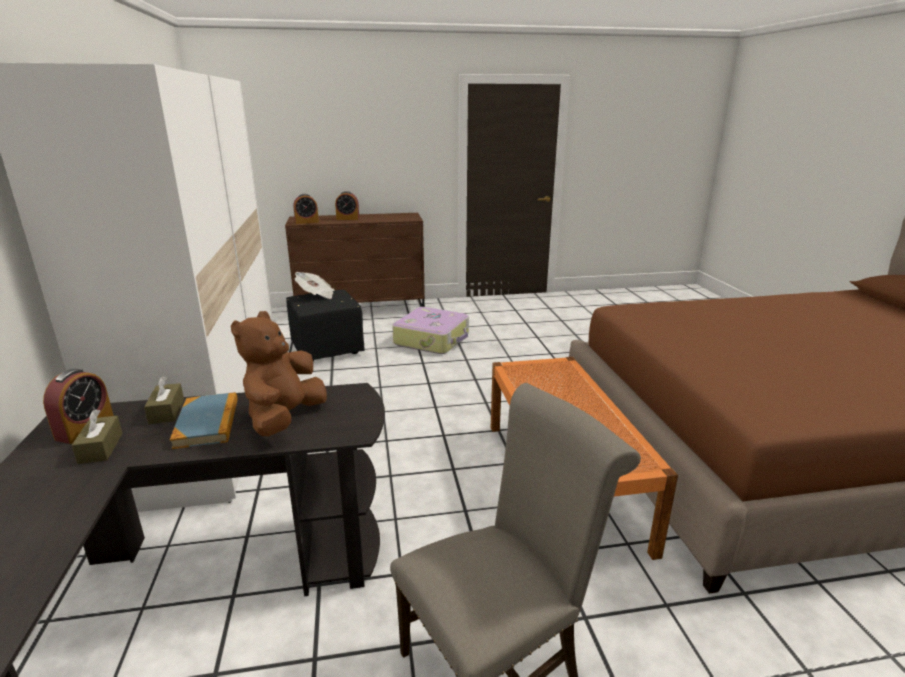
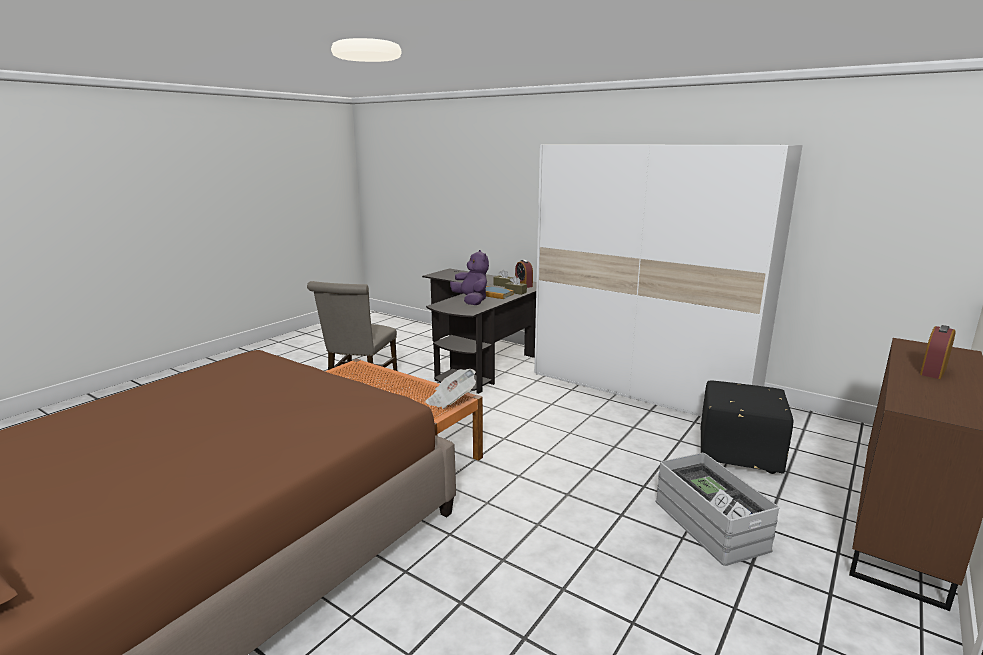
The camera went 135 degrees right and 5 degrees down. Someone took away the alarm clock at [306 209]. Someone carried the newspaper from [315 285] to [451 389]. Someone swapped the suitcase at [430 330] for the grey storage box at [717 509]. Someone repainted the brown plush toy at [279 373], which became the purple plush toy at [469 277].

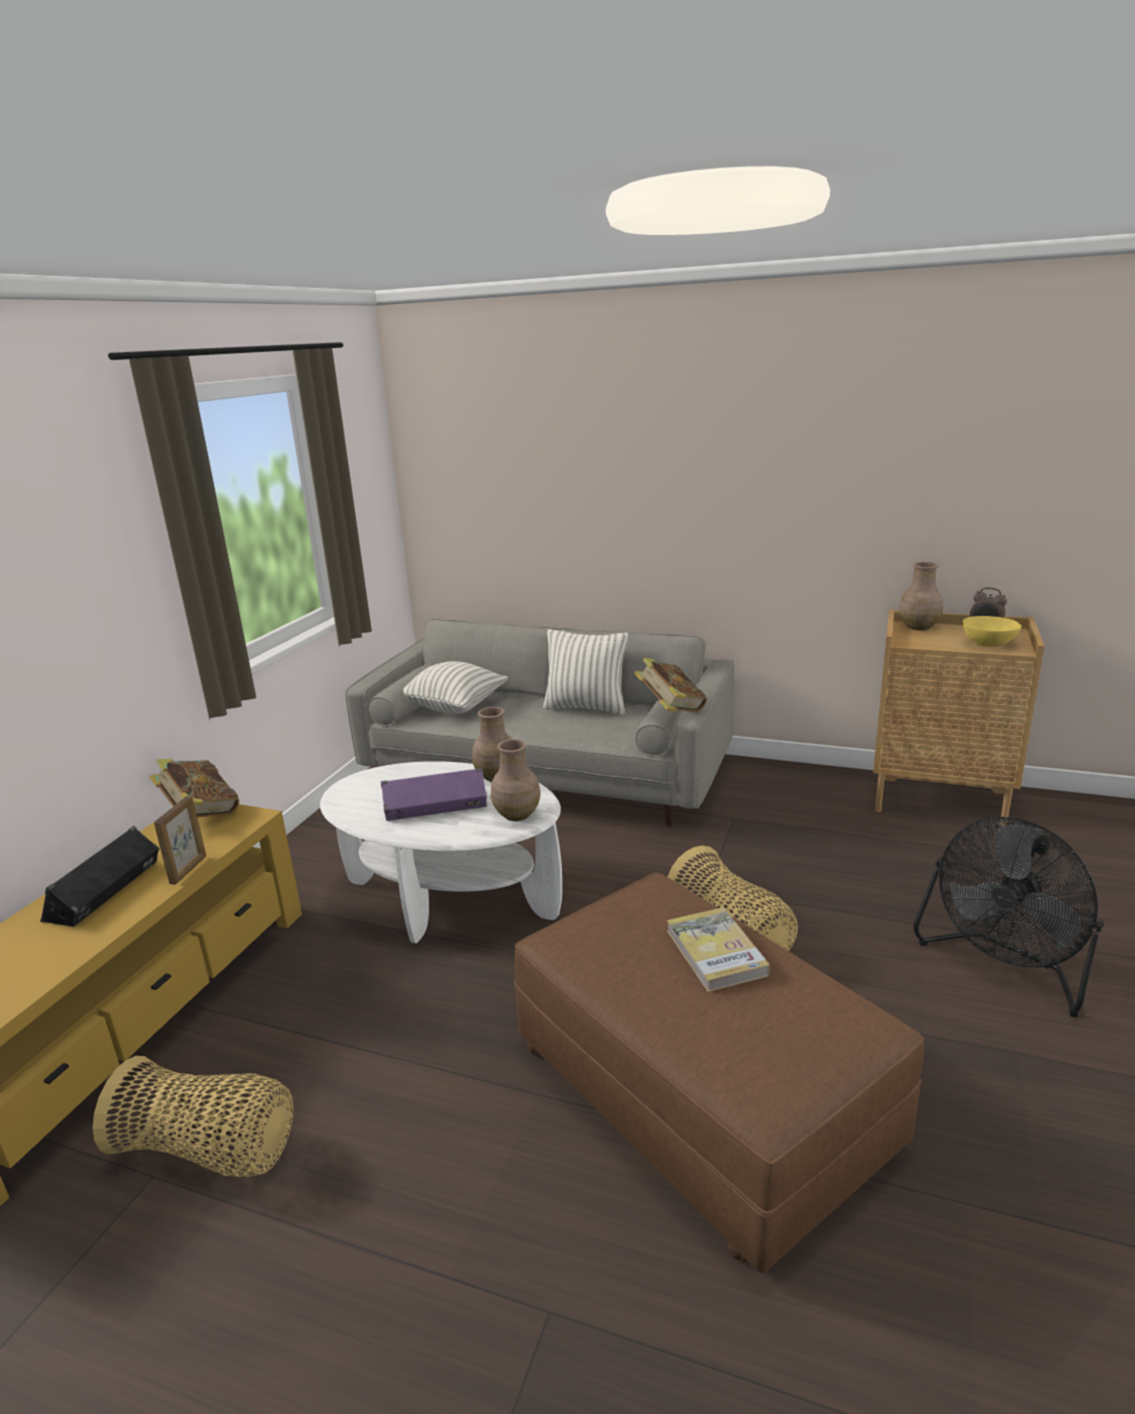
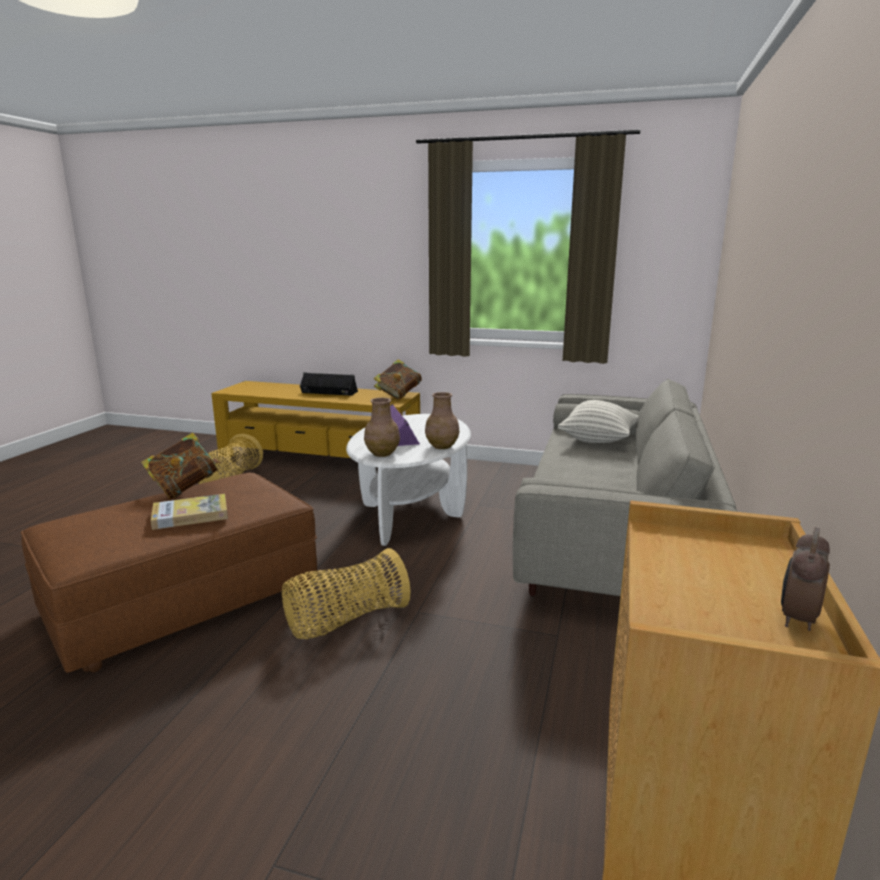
The camera went 85 degrees right and 5 degrees down. Someone took away the brown vase at [921 596]. Someone took away the yellow bowl at [992 631]. Someone took away the pillow at [585 672]. Someone carried the book from [670 684] to [181 466]. Someone took away the picture frame at [180 840]. Someone took away the black fan at [1008 917].

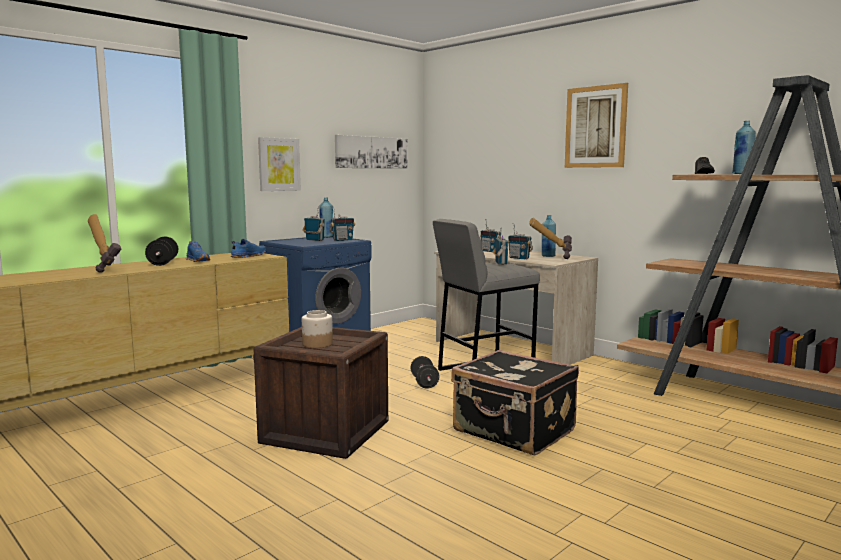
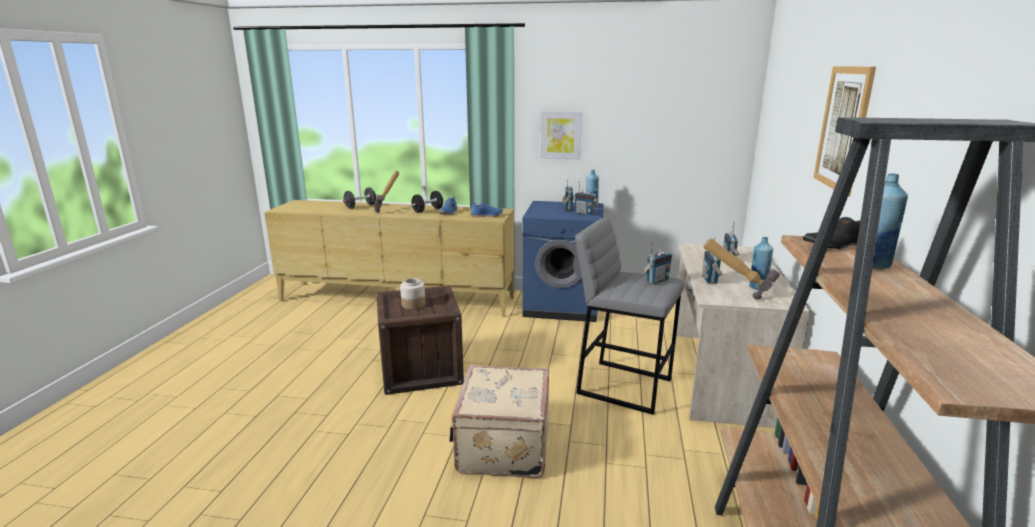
The camera went 55 degrees right and 10 degrees up. Someone took away the picture at [371 152]. Someone repainted the black suitcase at [515 402], which became the beige suitcase at [499 421]. Someone carried the black dumbbell from [425 372] to [359 198].

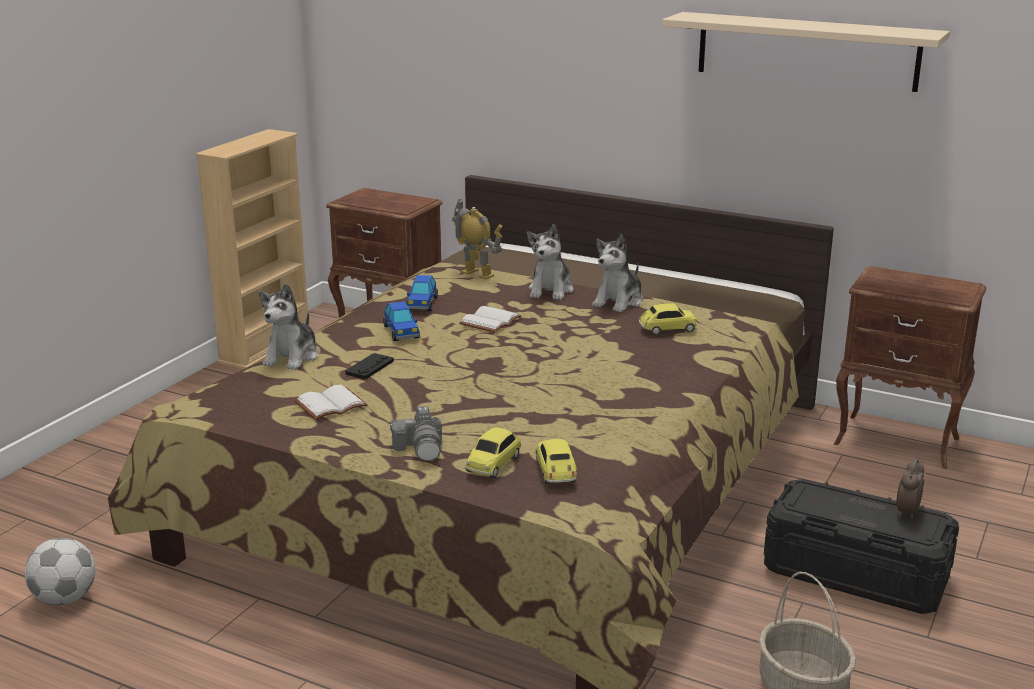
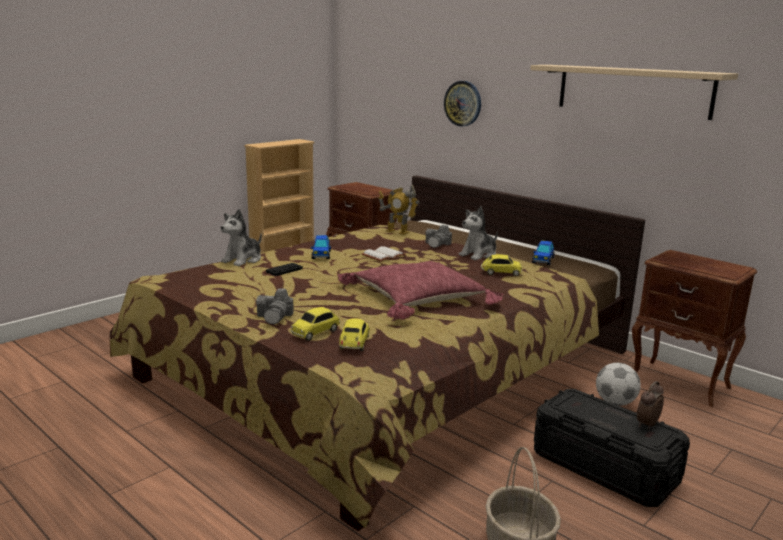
The camera went 15 degrees right and 5 degrees down. Someone rotated the toy robot at [477 239] by 150 degrees clockwise. Someone swapped the plush toy at [550 262] for the photo camera at [438 236]. Someone carried the toy car from [422 293] to [543 252]. Someone took away the white book at [331 402]. Someone carried the football from [60 571] to [618 384]. Someone put up the wall clock at [462 104]. Someone put down the red pillow at [421 290].

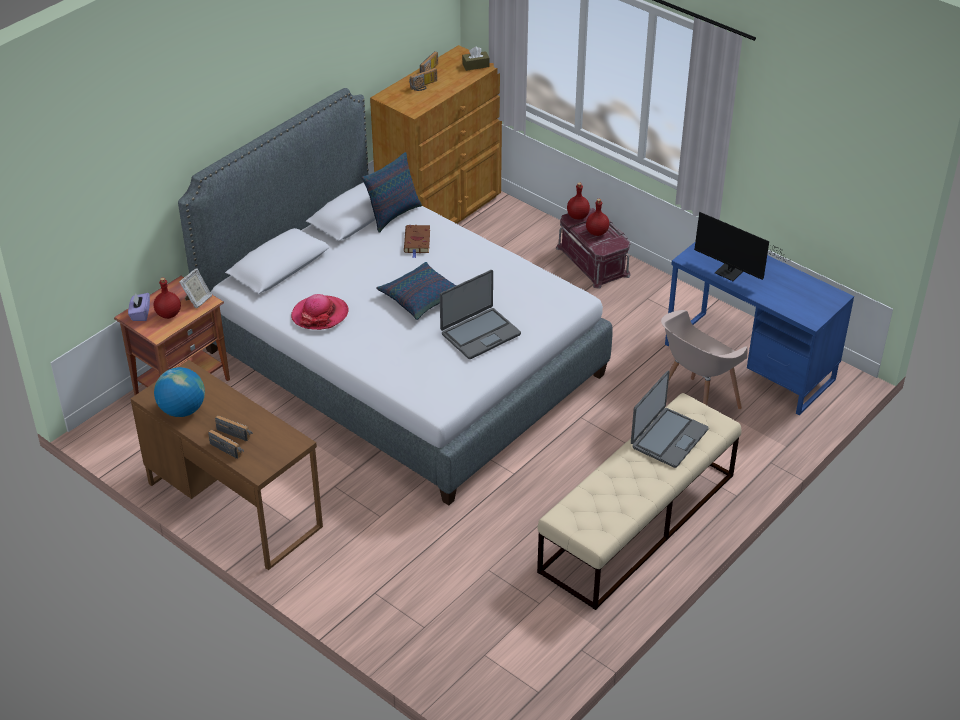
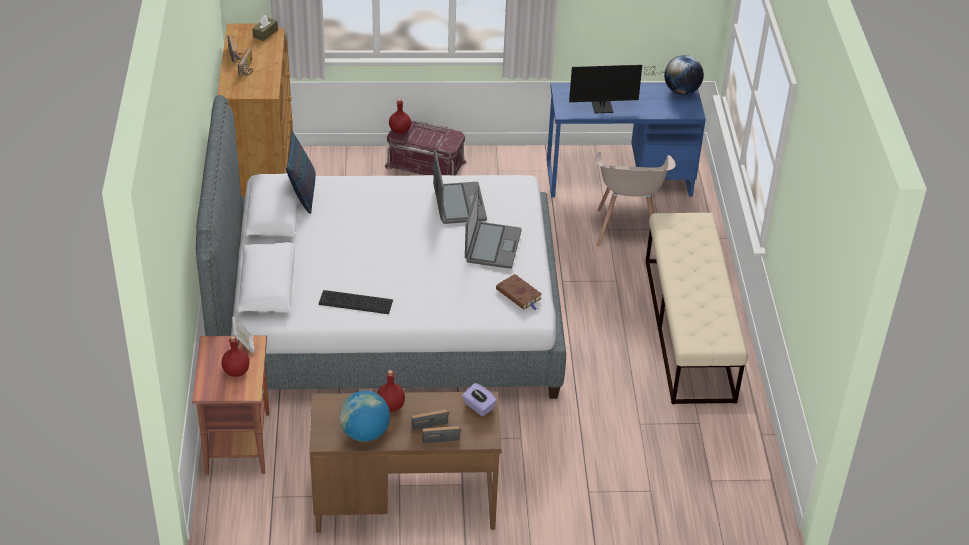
The camera went 45 degrees left and 0 degrees up. Someone carried the red bottle from [597 217] to [391 391]. Someone carried the brown book from [417 241] to [519 292]. Someone took away the blue pillow at [416 291]. Someone carried the purple tissue box from [139 307] to [479 399]. Someone swapped the hat at [320 312] for the keyboard at [356 302]. Someone carried the laptop from [670 419] to [460 187]. Someone put down the globe at [684 75].

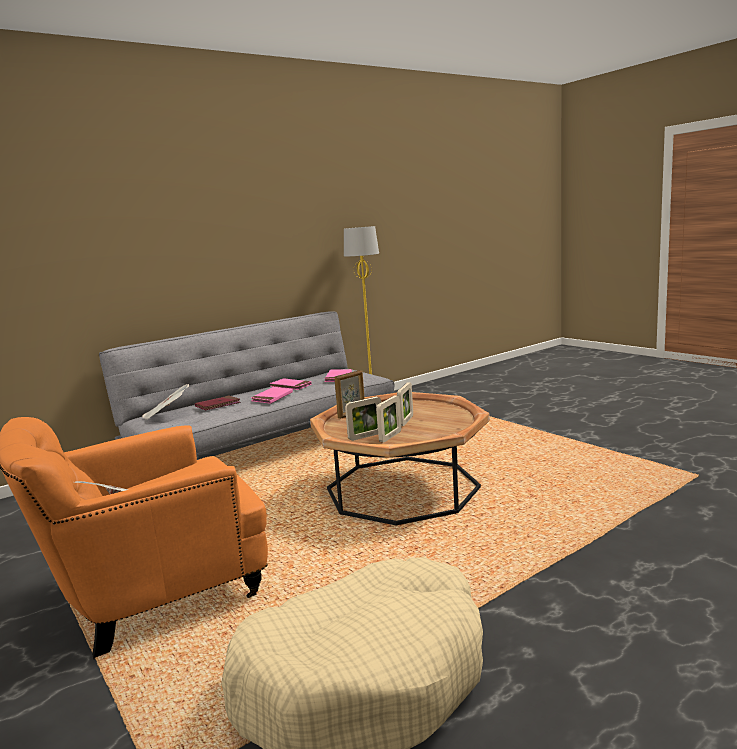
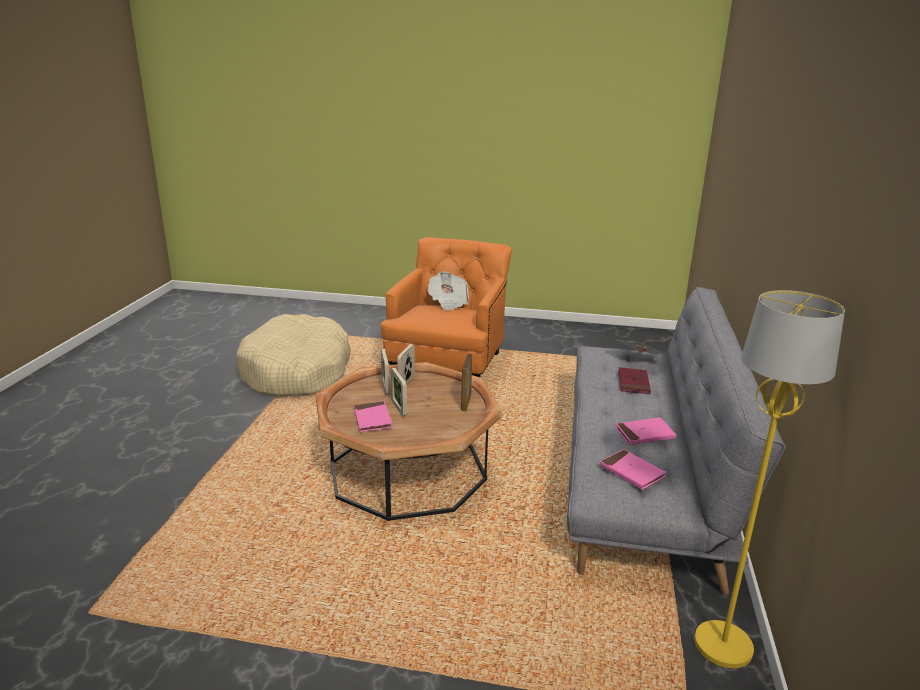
The camera went 135 degrees right and 10 degrees up. Someone carried the pink book from [272 395] to [373 416].

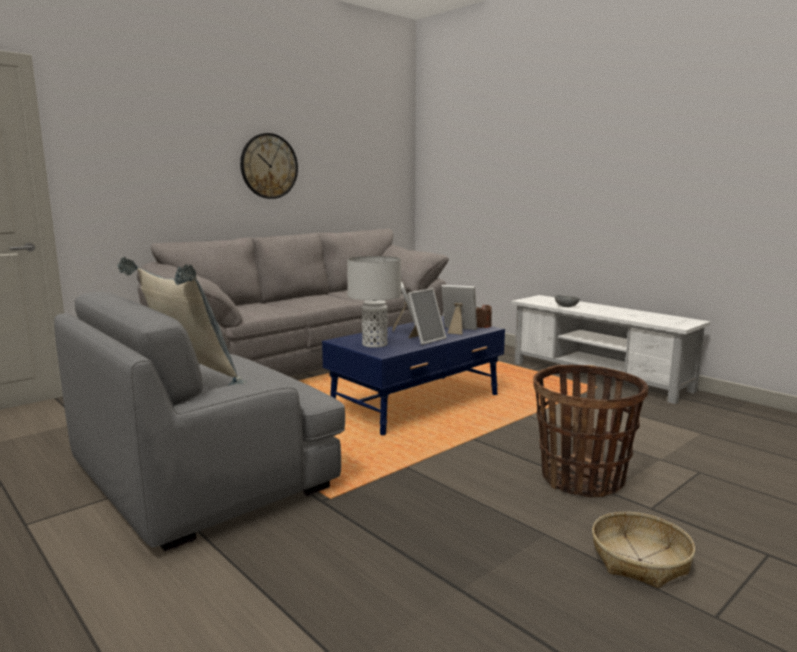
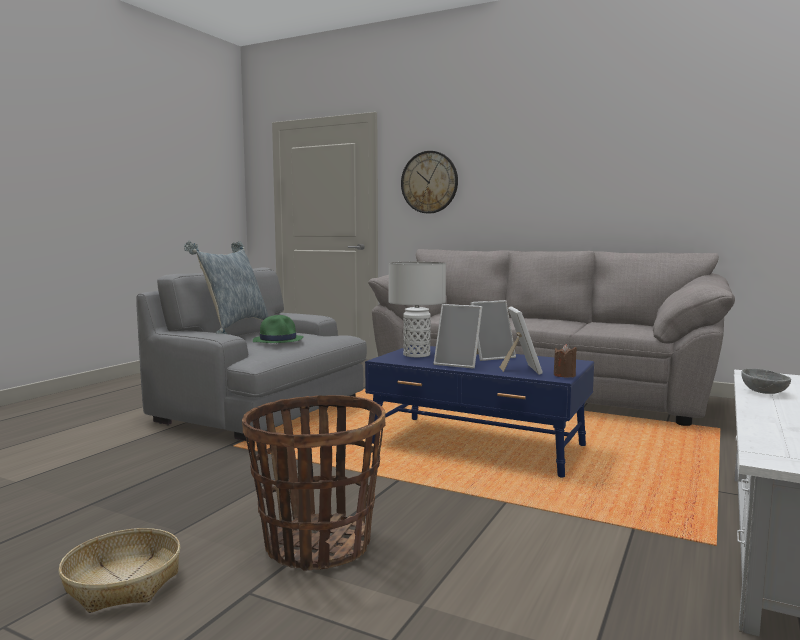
The camera went 70 degrees right and 5 degrees down. Someone carried the wall clock from [269 166] to [429 182]. Someone put down the green hat at [278 329].

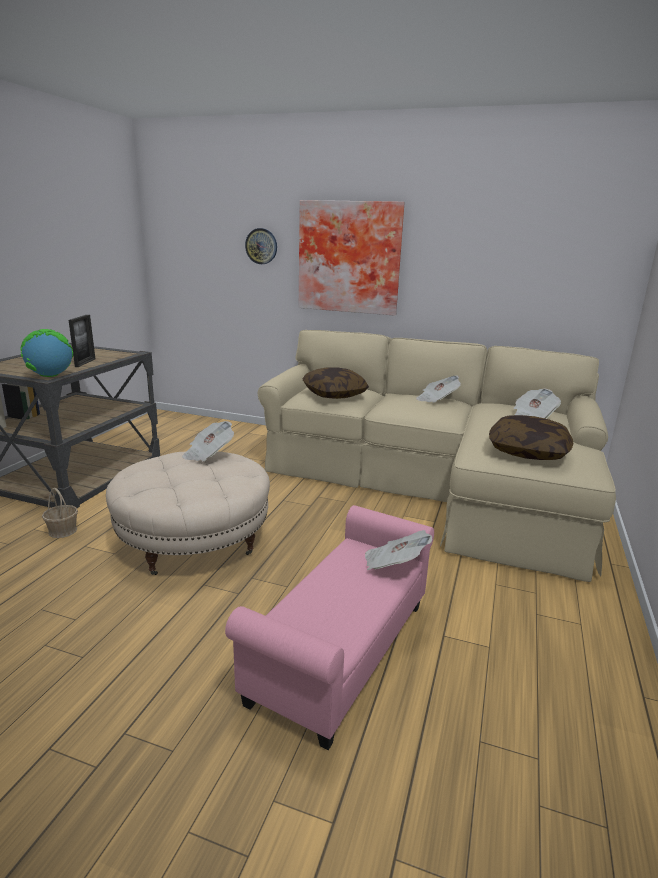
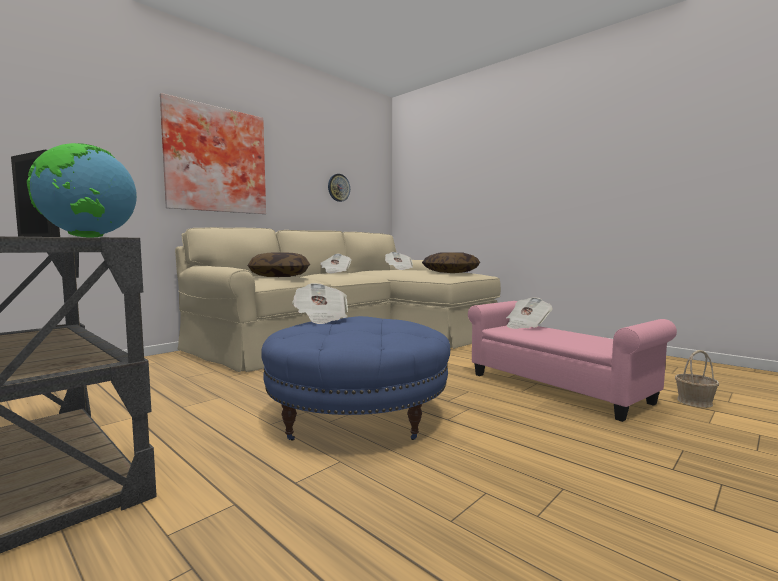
The camera went 65 degrees left and 15 degrees down. Someone carried the wall clock from [261 246] to [339 188]. Someone repainted the beige ottoman at [188 513], which became the blue ottoman at [355 378]. Someone carried the basket from [60 513] to [697 379].

